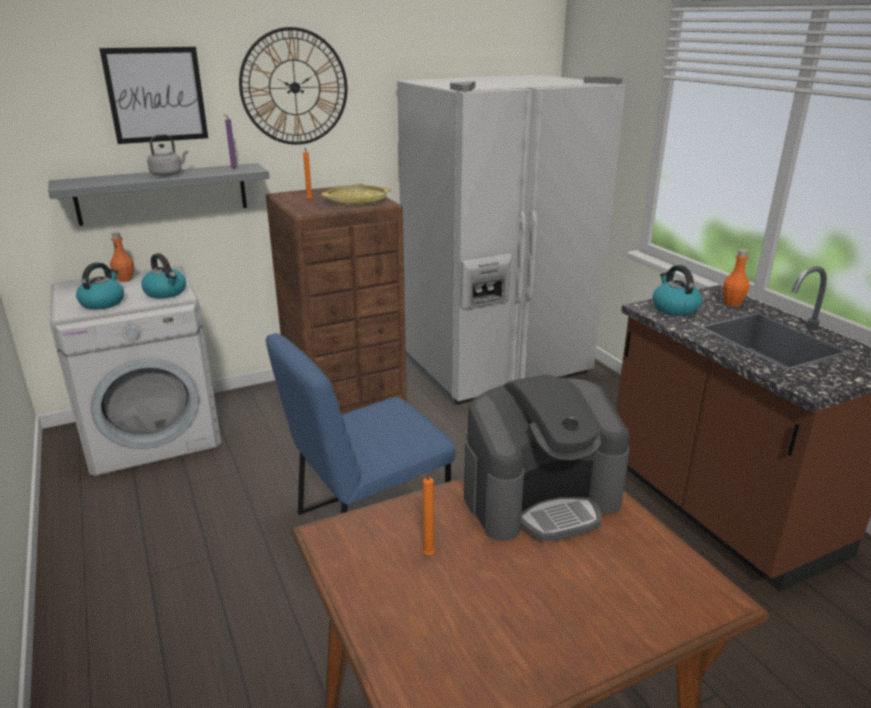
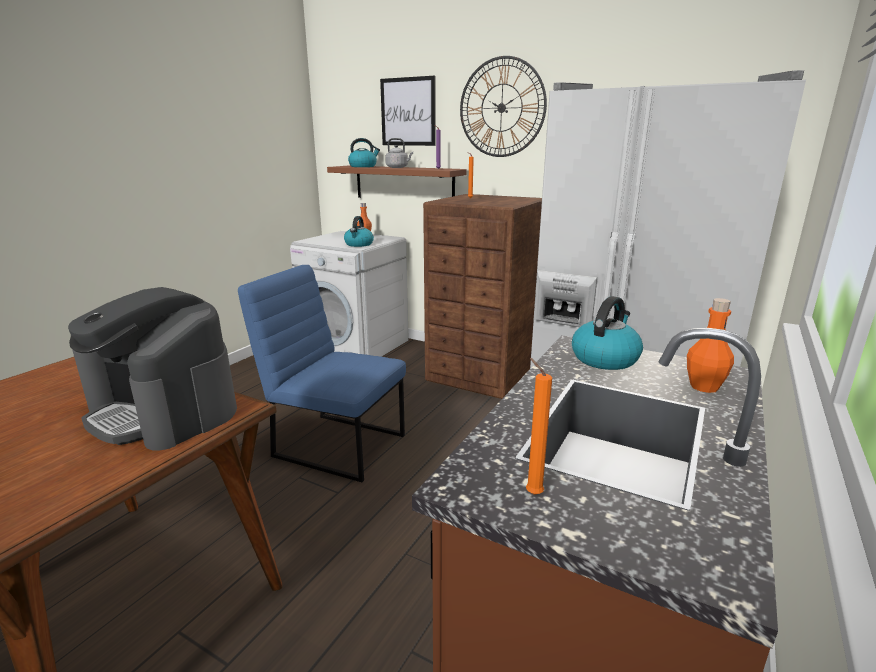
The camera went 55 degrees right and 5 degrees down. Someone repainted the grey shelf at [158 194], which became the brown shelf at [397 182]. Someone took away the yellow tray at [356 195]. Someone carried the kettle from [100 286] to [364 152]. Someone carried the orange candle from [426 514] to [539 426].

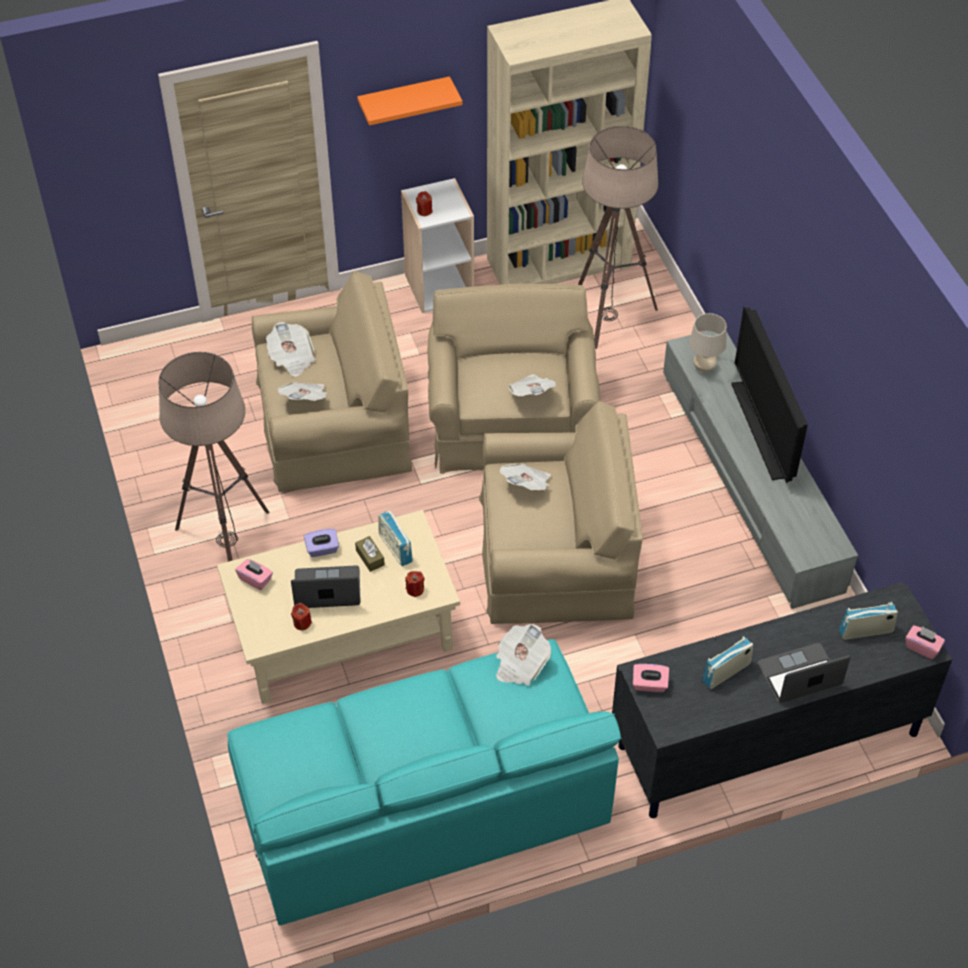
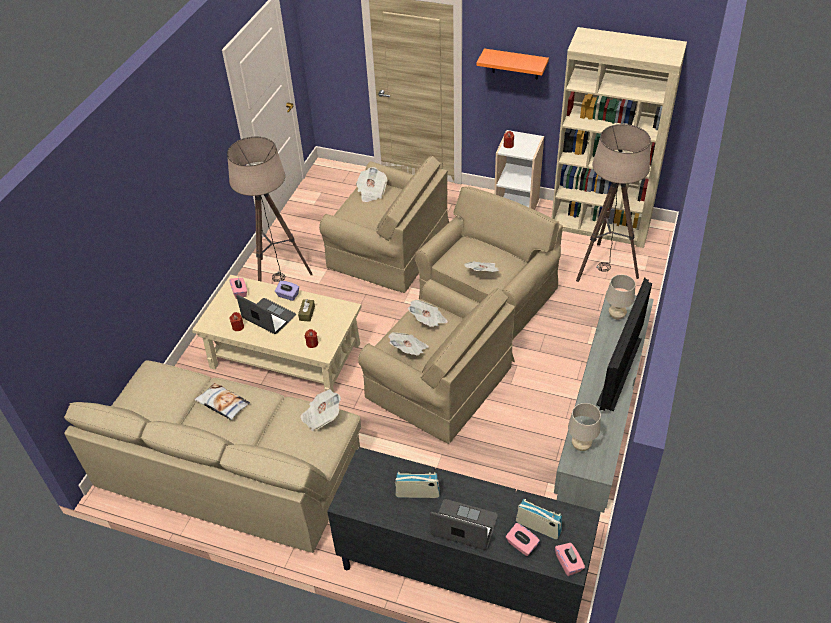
The camera went 40 degrees right and 5 degrees down. Someone carried the newspaper from [302 391] to [408 344]. Someone took away the radio at [395 538]. Someone repainted the turquoise sofa at [424 782], which became the beige sofa at [212 456]. Someone carried the pink tissue box from [651 678] to [523 539]. Someone put down the pillow at [222 401]. Someone put down the beige table lamp at [584 427].

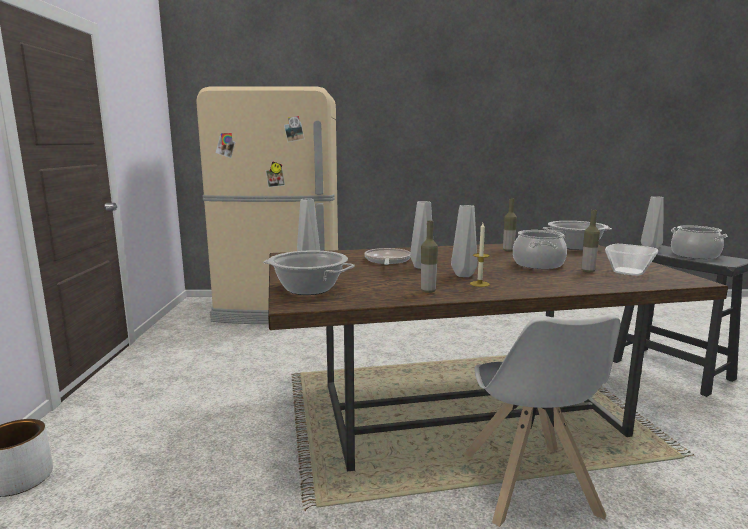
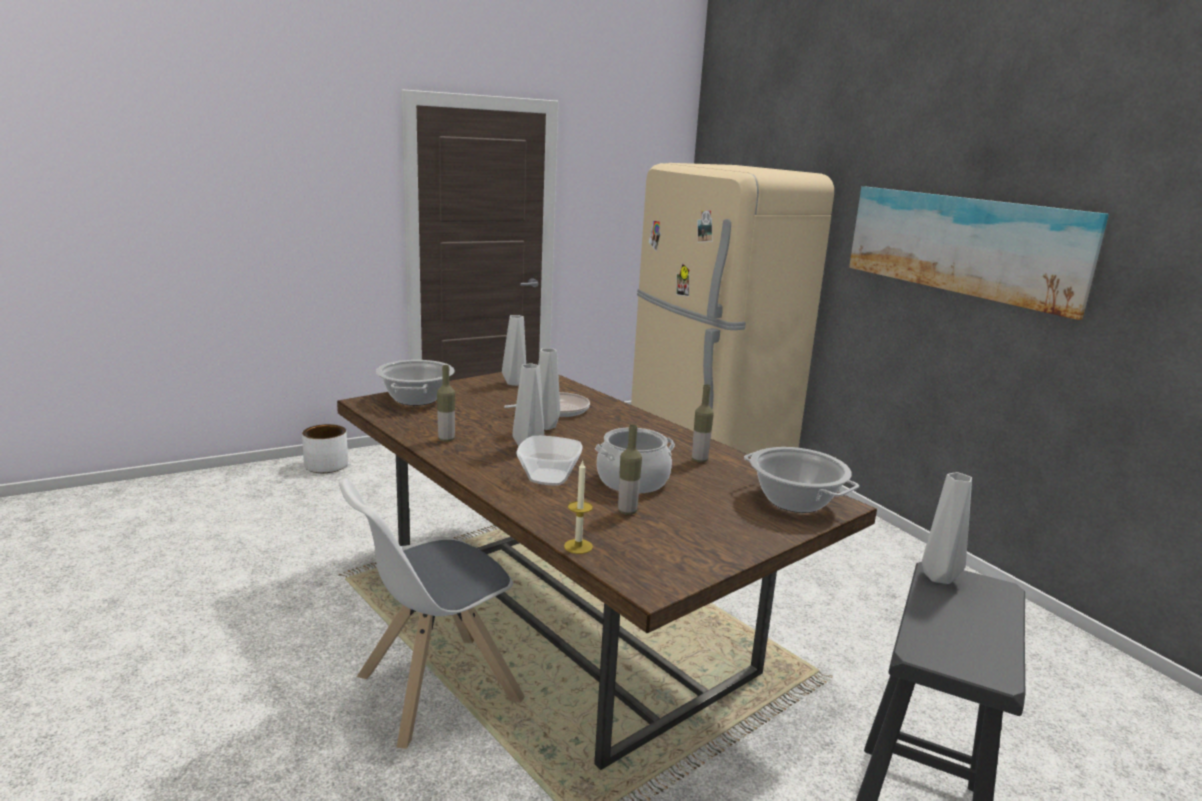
The camera went 60 degrees right and 5 degrees up. Someone carried the candle from [480 255] to [578 507]. Someone took away the cooking pot at [699 242]. Someone carried the bowl from [631 260] to [549 461]. Someone put up the picture at [979 253].

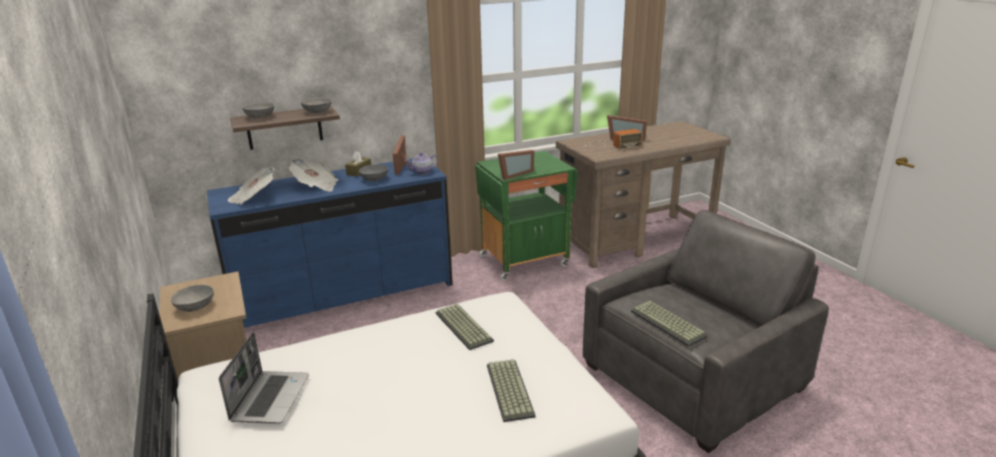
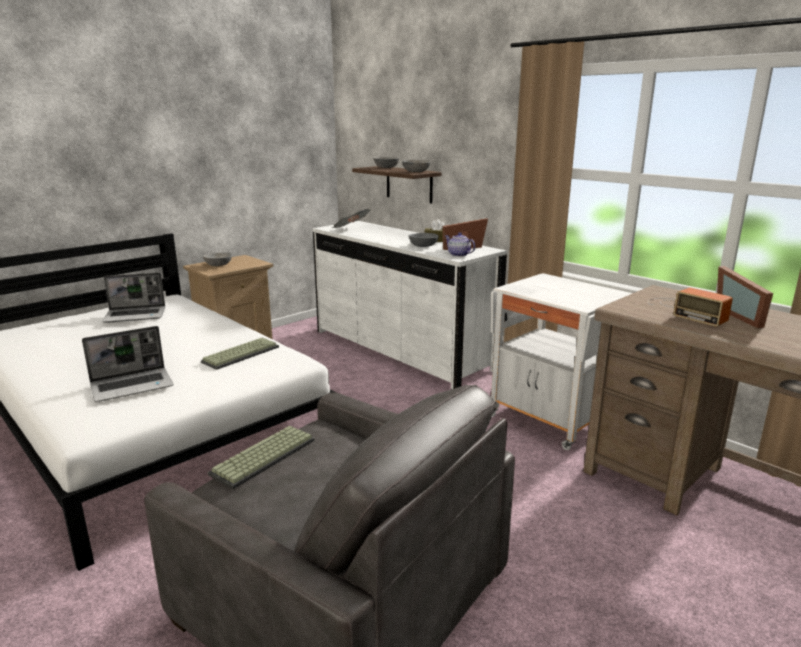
The camera went 70 degrees right and 5 degrees down. Someone took away the picture frame at [516 165]. Someone repainted the green cart at [526 216], which became the white cart at [561 362]. Someone repainted the blue dresser at [330 243], which became the white dresser at [410 305]. Someone took away the newspaper at [313 175]. Someone swapped the keyboard at [511 390] for the laptop at [128 364].

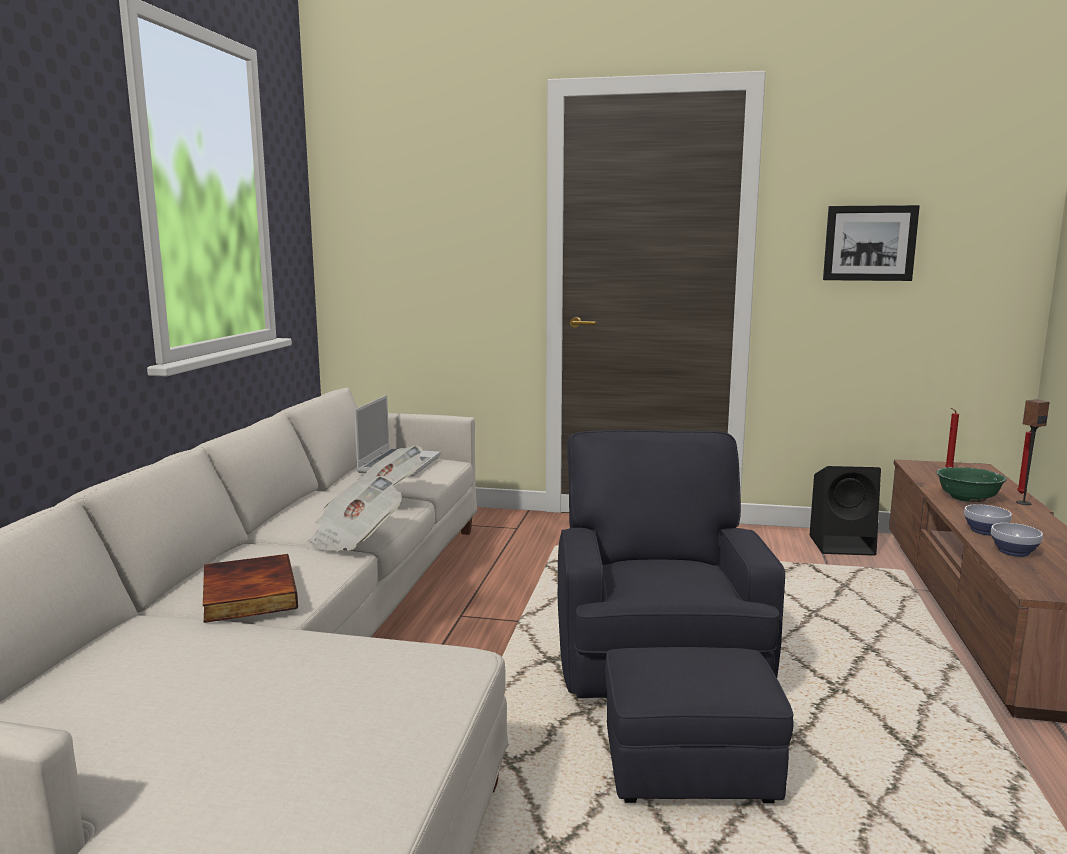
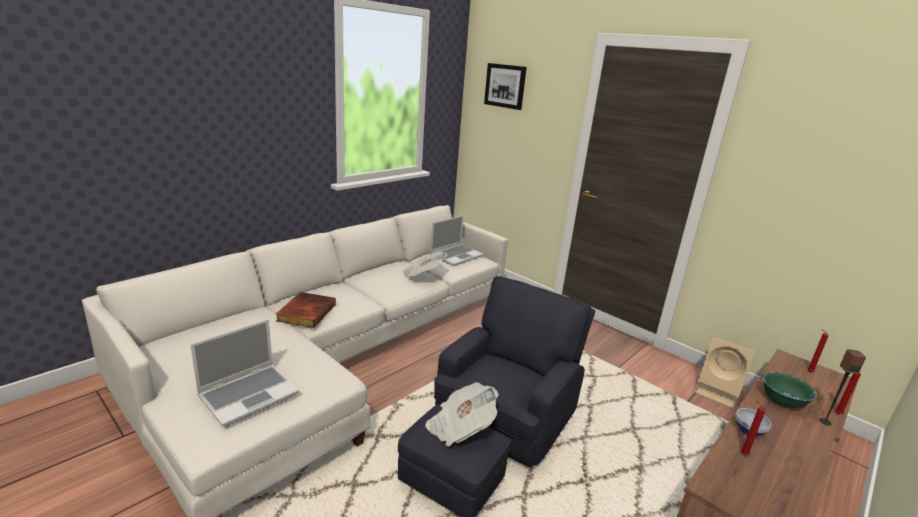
The camera went 30 degrees right and 10 degrees up. Someone carried the picture from [871 243] to [505 86]. Someone repainted the black speaker at [845 511], which became the beige speaker at [725 373]. Someone carried the newspaper from [353 513] to [462 414]. Someone swapped the bowl at [1017 540] for the red candle at [753 427]. Someone put down the laptop at [244 373].

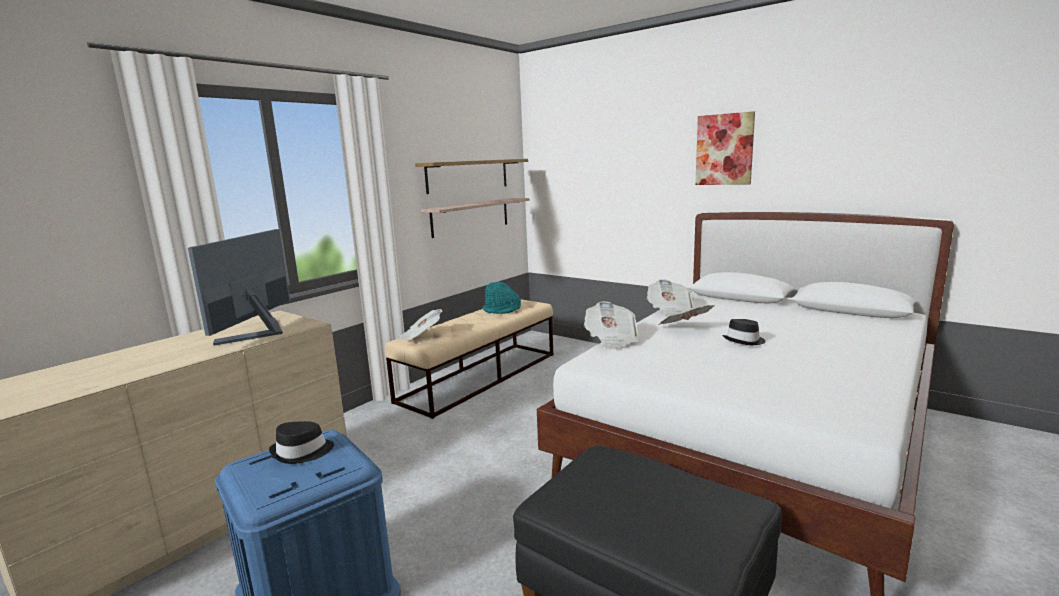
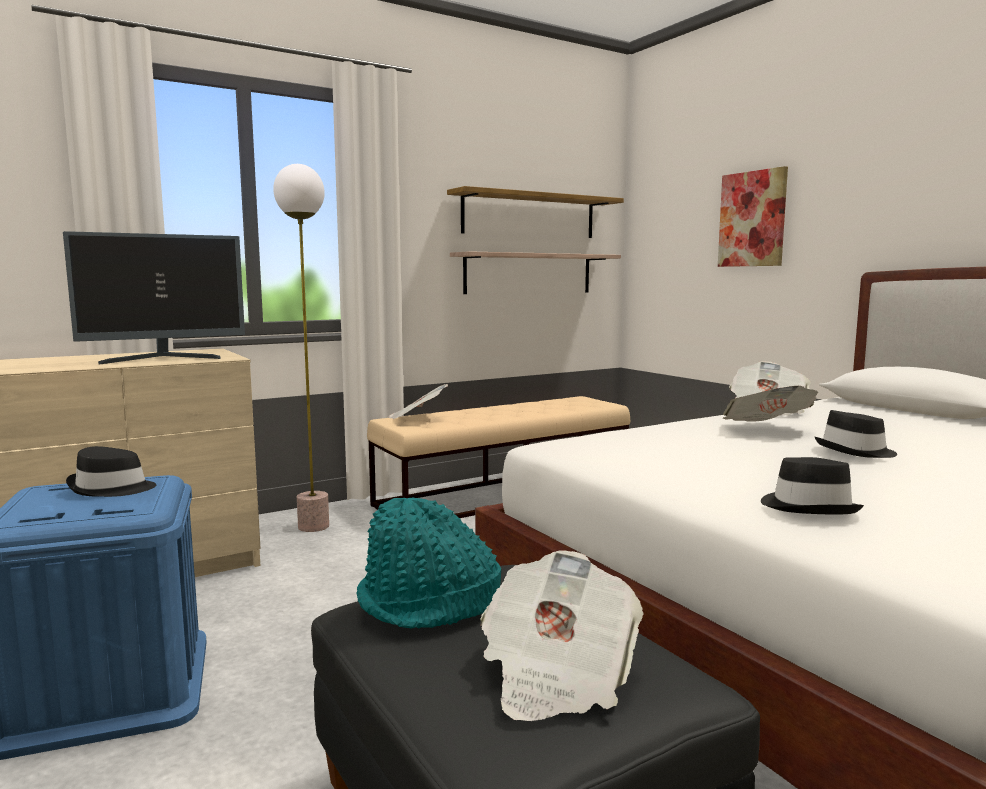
The camera went 20 degrees right and 5 degrees down. Someone carried the picture from [725 148] to [753 216]. Someone rotated the monitor at [239 287] by 150 degrees counterclockwise. Someone carried the turquoise hat from [502 298] to [428 563]. Someone carried the newspaper from [611 325] to [562 635]. Someone put down the floor lamp at [301 348]. Someone put down the black hat at [812 485].

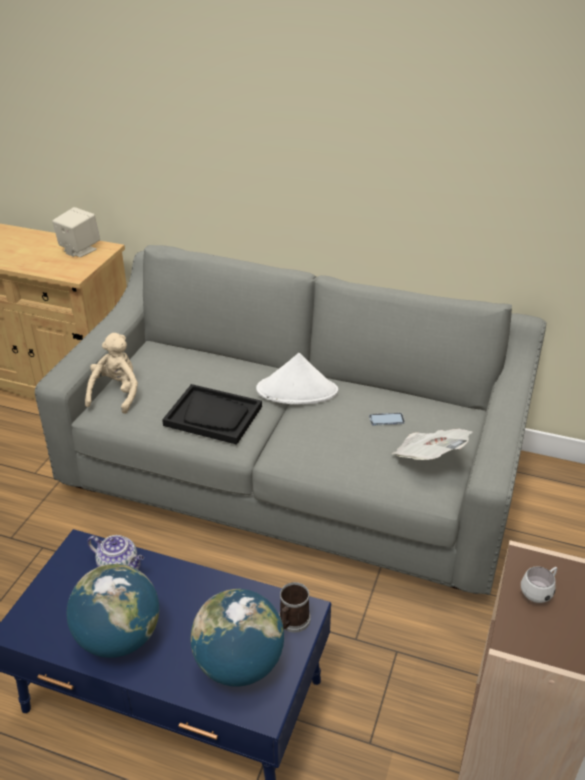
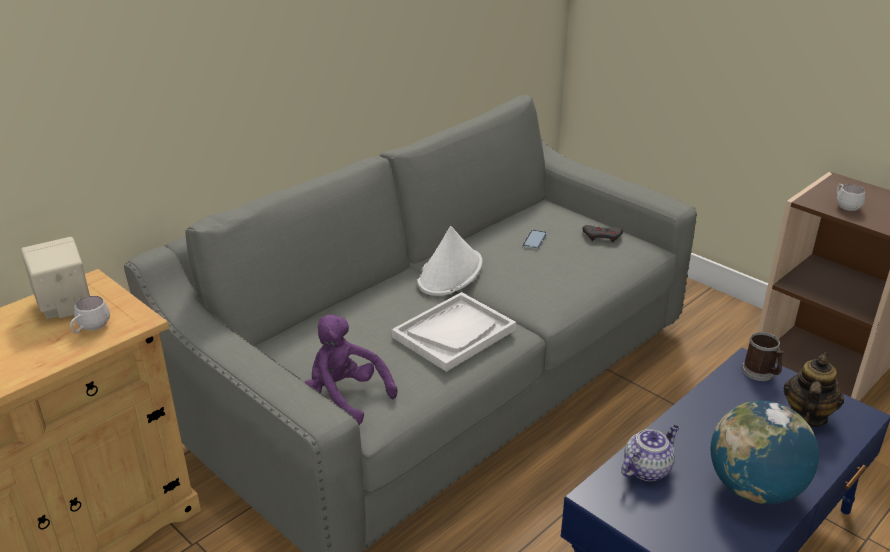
The camera went 65 degrees left and 5 degrees down. Someone repainted the beige plush toy at [111 373], which became the purple plush toy at [351 369]. Someone repainted the black tray at [212 414], which became the white tray at [454 332]. Someone swapped the newspaper at [432 444] for the grey game controller at [602 234]. Someone swapped the globe at [237 638] for the teapot at [814 389]. Someone put down the white mug at [90 314].

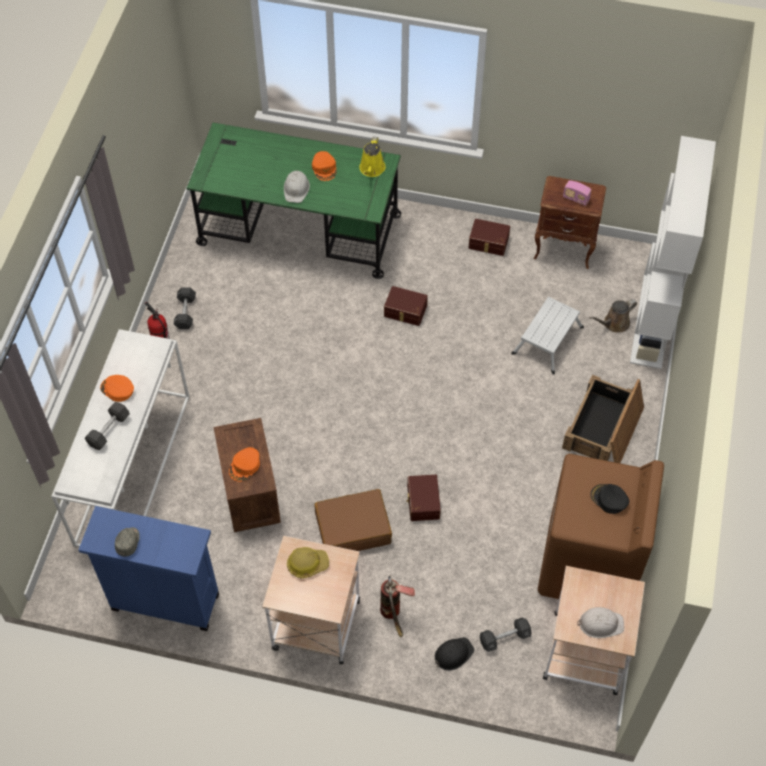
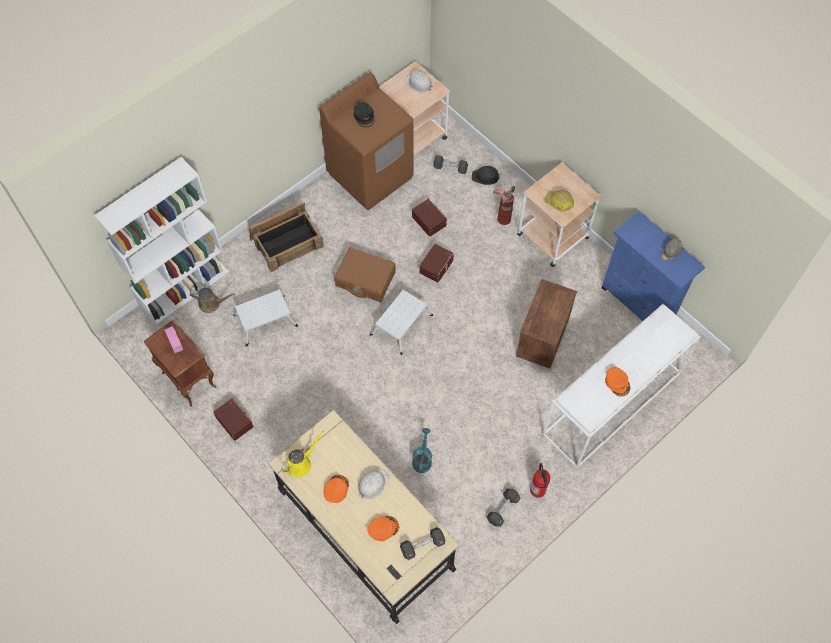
The camera went 145 degrees left and 5 degrees up. Someone repainted the green desk at [293 200], which became the beige desk at [364 517]. Someone carried the brown storage box from [406 306] to [429 218]. Someone carried the black dumbbell from [107 426] to [422 543]. Someone carried the orange cap from [244 464] to [383 528]. Someone carried the brown suitcase from [353 520] to [365 274]. Someone put down the white step ladder at [401 322]. Someone put down the turquoise watering can at [422 450].

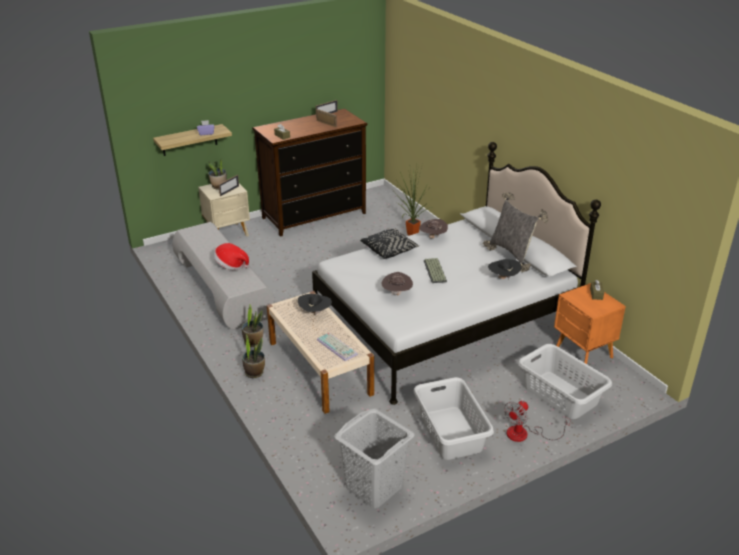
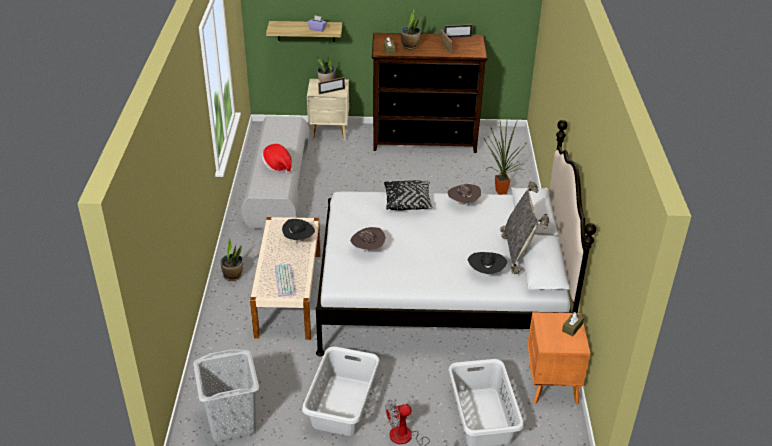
The camera went 30 degrees right and 5 degrees up. Someone took away the keyboard at [435 270]. Someone carried the potted plant from [252 325] to [411 30].

